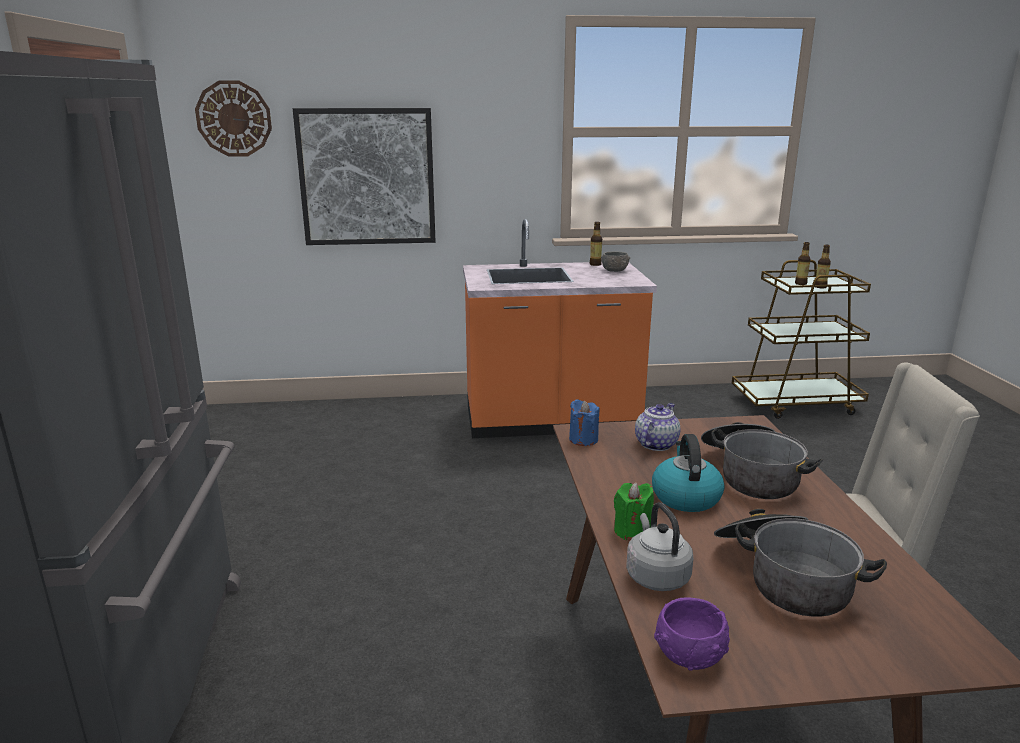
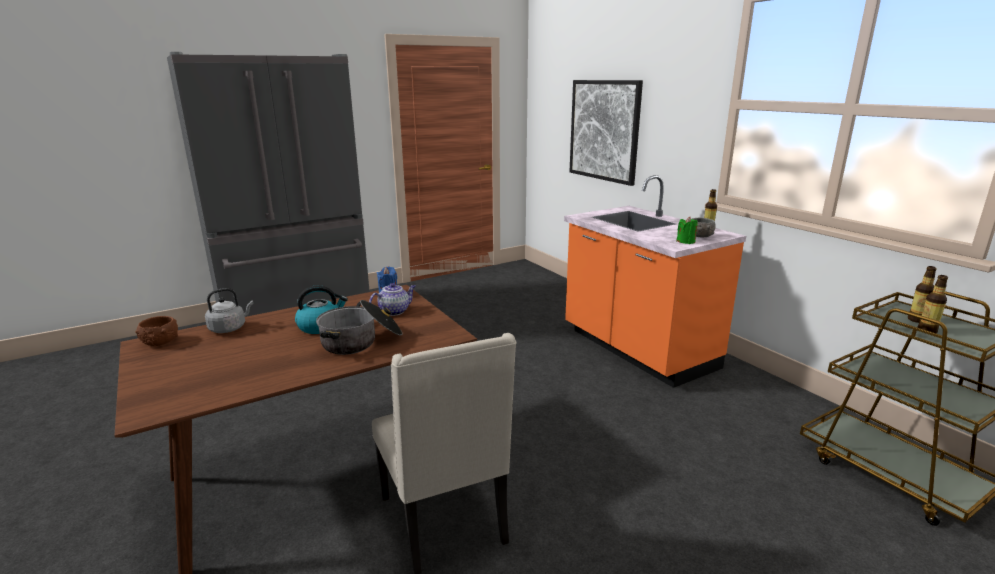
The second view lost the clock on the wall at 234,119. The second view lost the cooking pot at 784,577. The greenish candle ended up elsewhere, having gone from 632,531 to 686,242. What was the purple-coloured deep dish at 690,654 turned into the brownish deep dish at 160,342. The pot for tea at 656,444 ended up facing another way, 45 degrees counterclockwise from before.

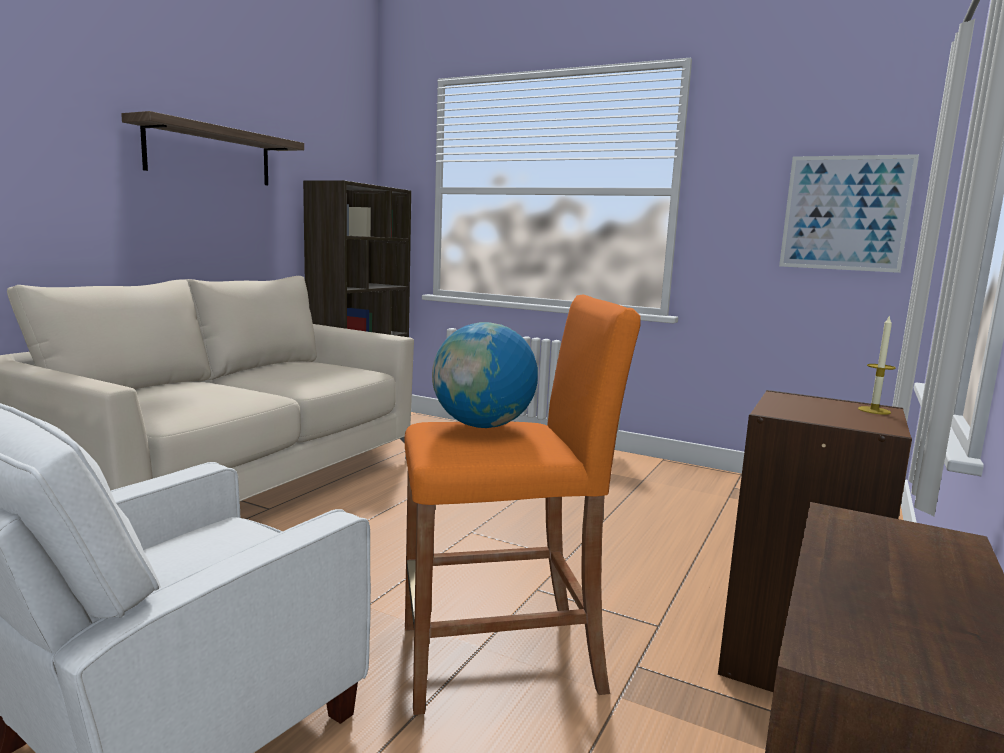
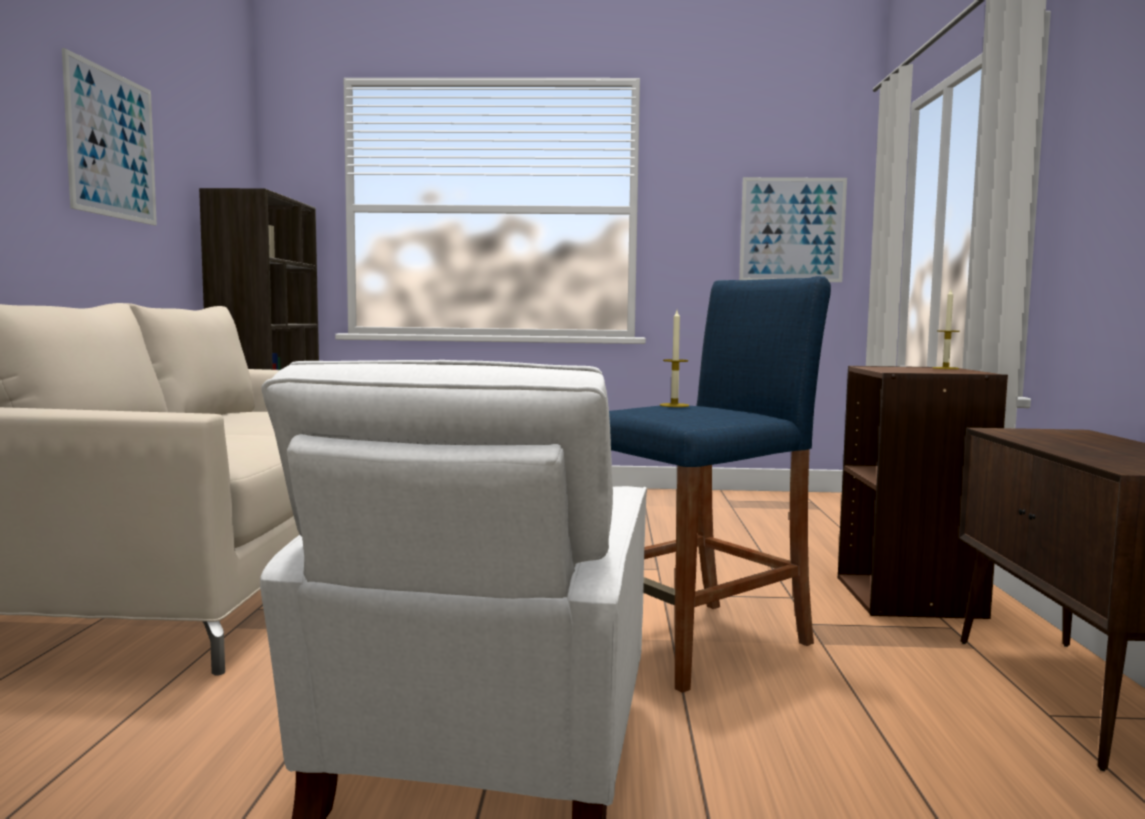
Where the wall shelf hung at 210,154, the picture came to hang at 112,145. Where the world globe stood at 483,426, the candle came to stand at 674,405. What was the orange-coloured stool at 499,659 turned into the blue stool at 699,643.

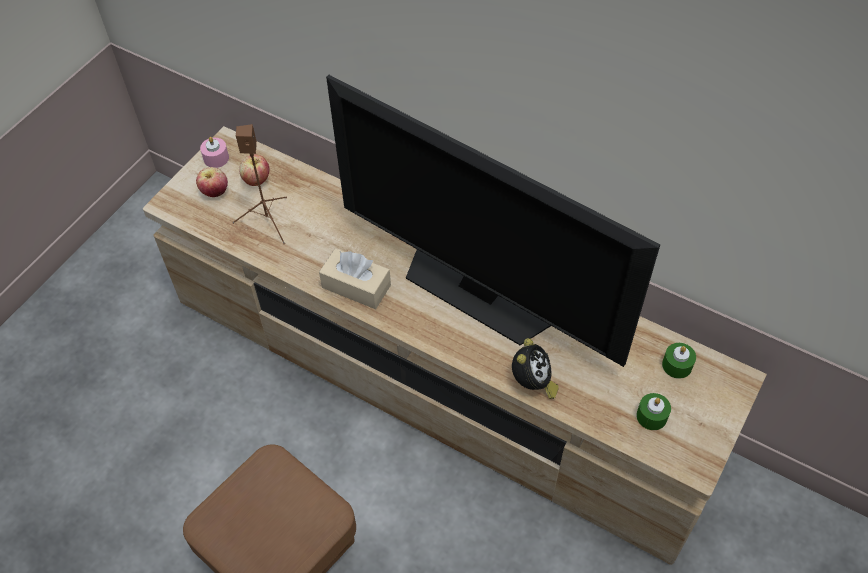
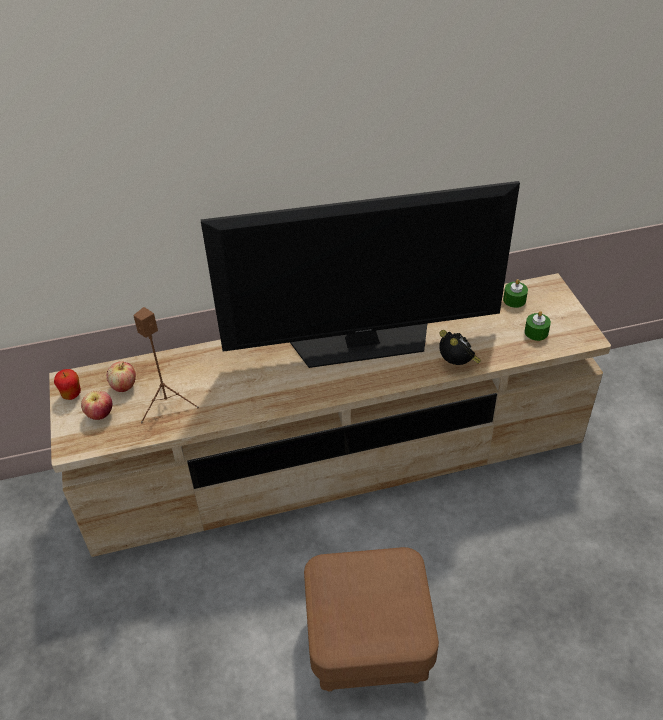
The second view lost the beige-coloured box of tissues at 356,286. Where the pink-coloured candle stood at 216,158, the whole apple came to stand at 71,395.

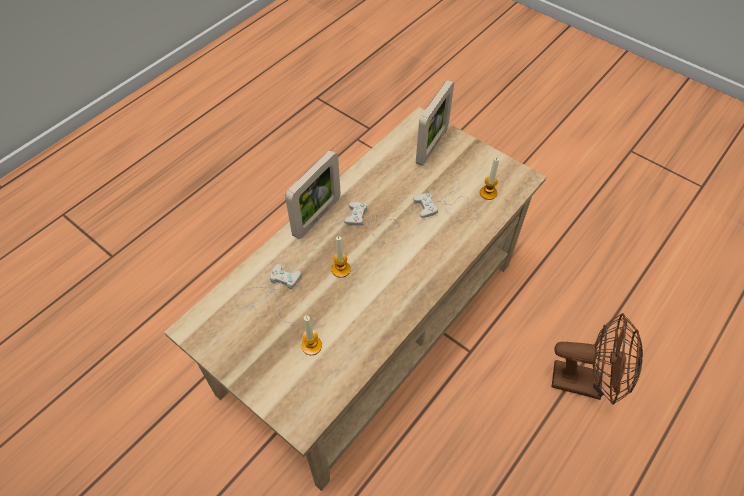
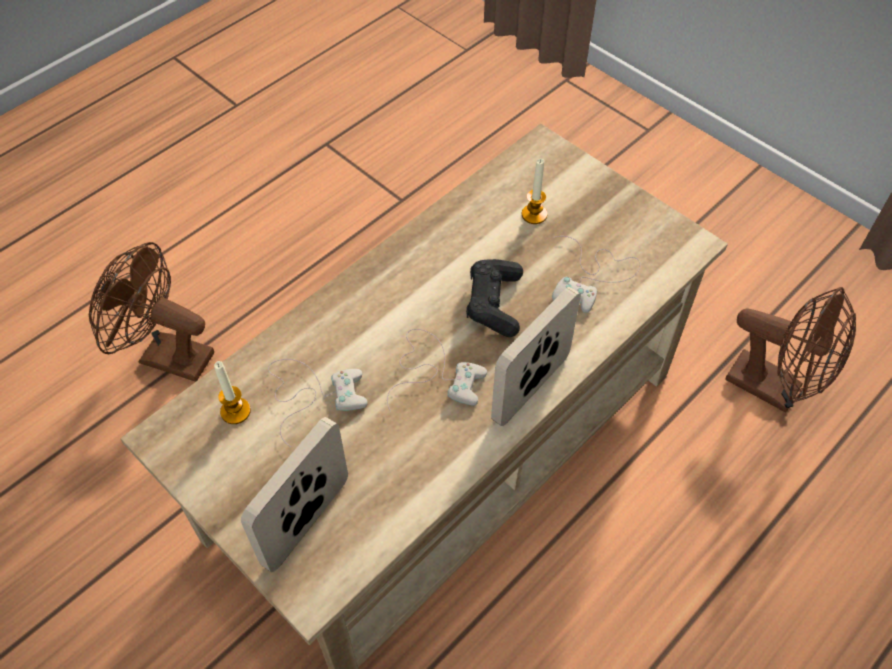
The second view gained the brownish cooling fan at 774,388. Where the candle stood at 341,269, the blackish gamepad came to stand at 494,303.

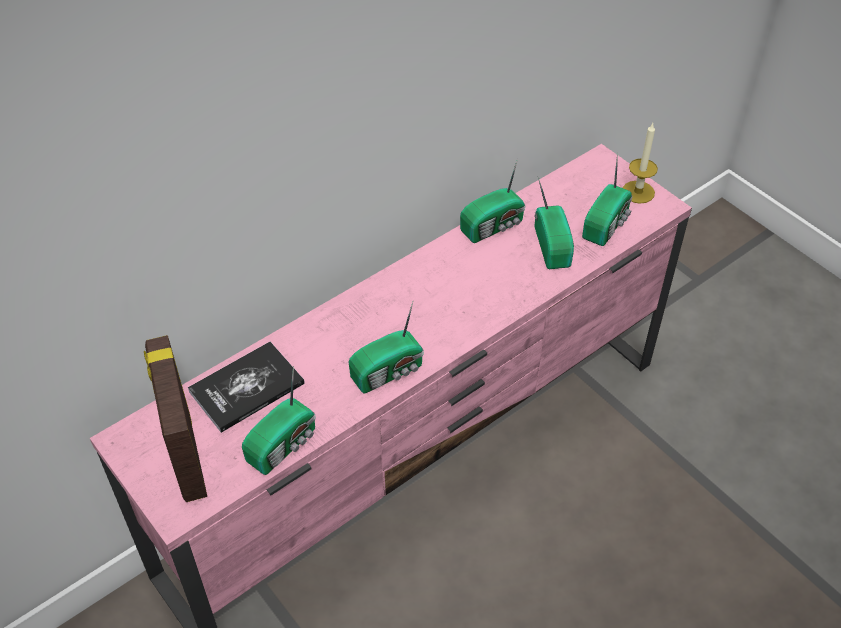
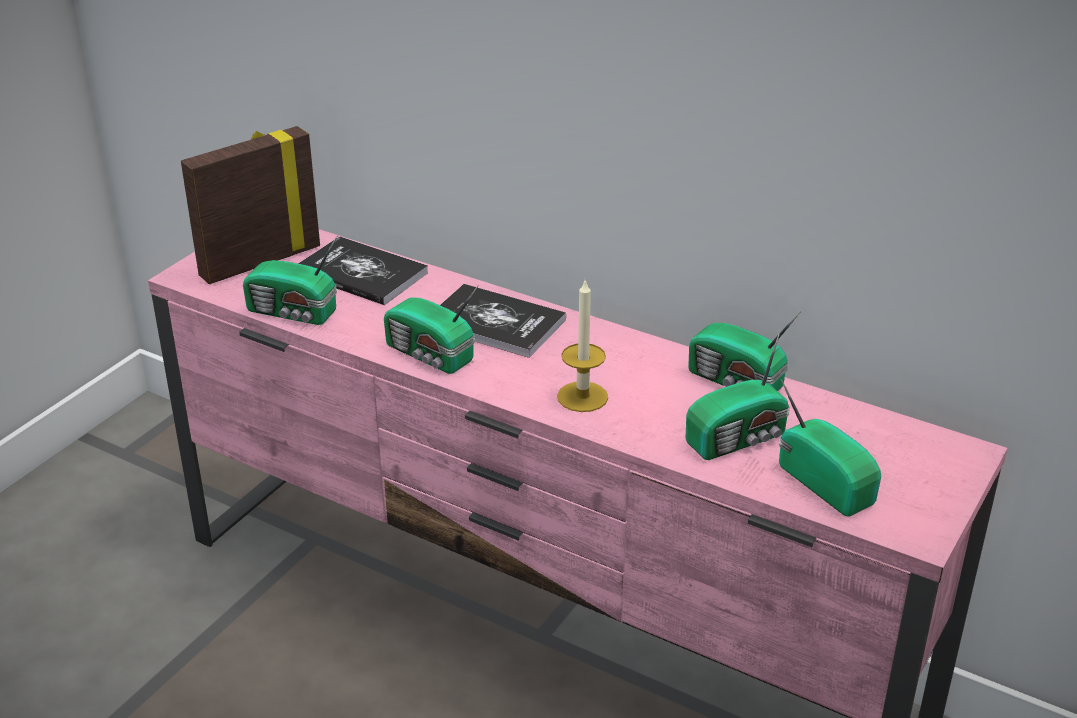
The second view gained the bound book at 495,323. The candle ended up elsewhere, having gone from 638,192 to 582,397. The radio set at 607,224 ended up facing another way, 135 degrees counterclockwise from before.

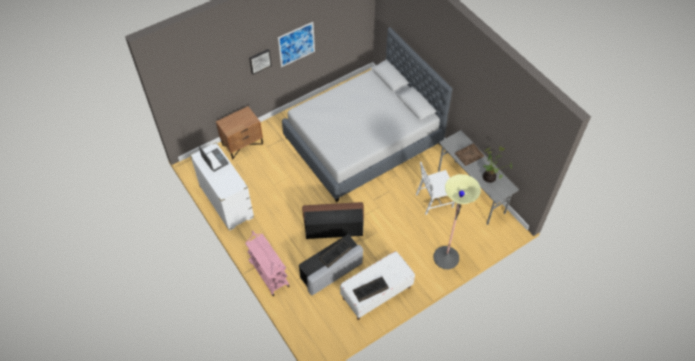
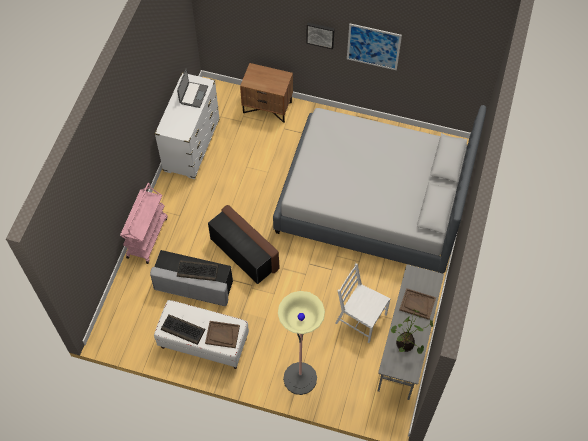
The second view gained the brownish serving tray at 222,335.

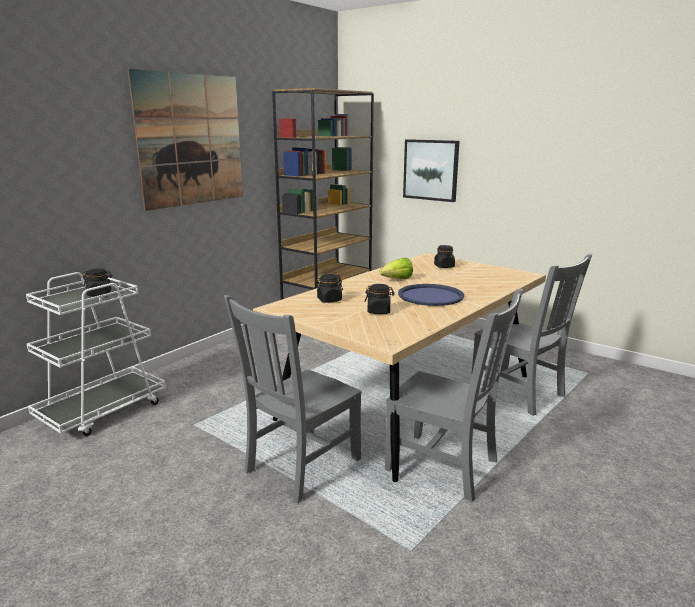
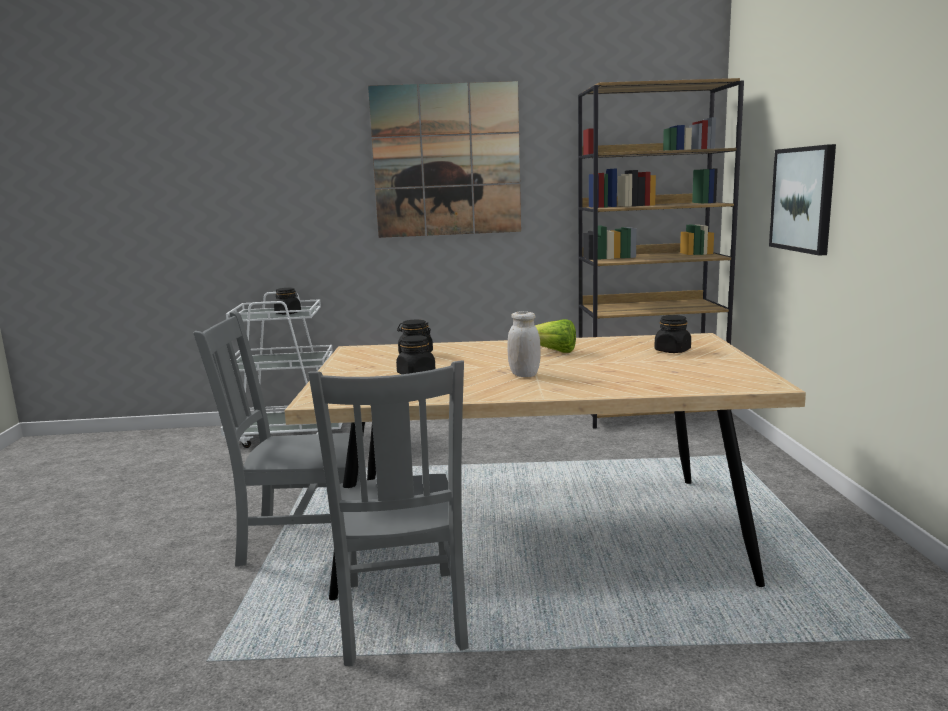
The second view lost the grey chair at 519,394. Where the blue serving tray stood at 430,296, the white-coloured preserve jar came to stand at 524,375.

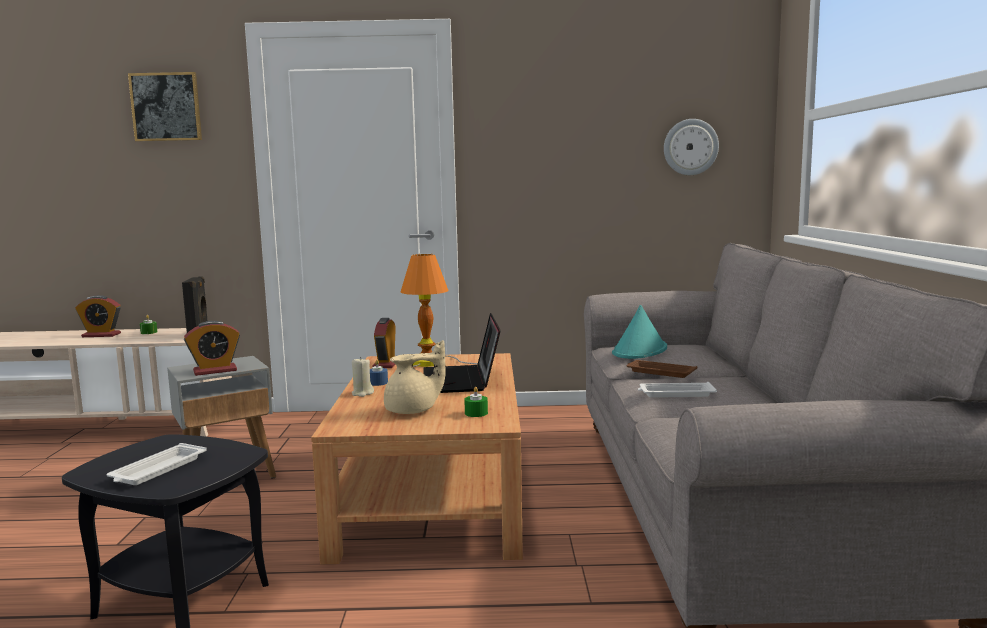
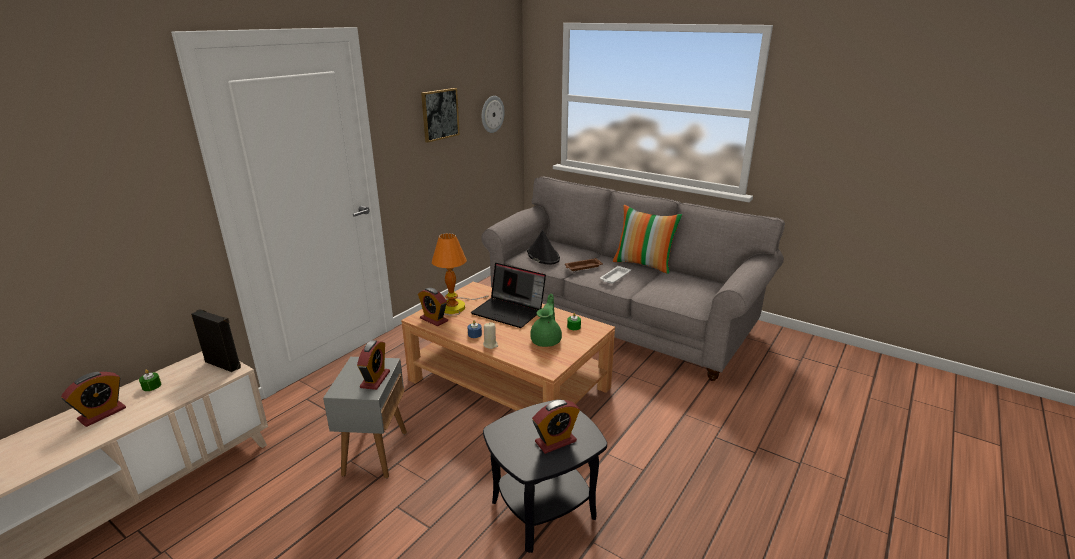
The second view gained the throw pillow at 644,264. The picture ended up elsewhere, having gone from 166,107 to 440,114. Where the white-coloured serving tray stood at 157,470, the bedside clock came to stand at 555,441. What was the beige-coloured pot for tea at 413,411 turned into the greenish pot for tea at 546,340. What was the turquoise wearable hat at 640,351 turned into the blackish wearable hat at 543,256.

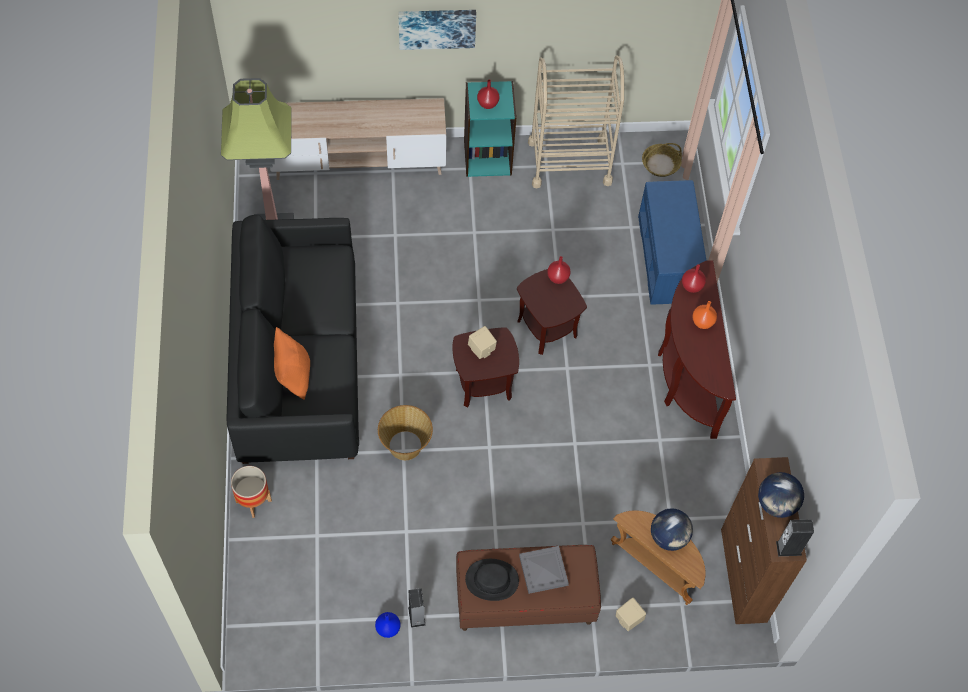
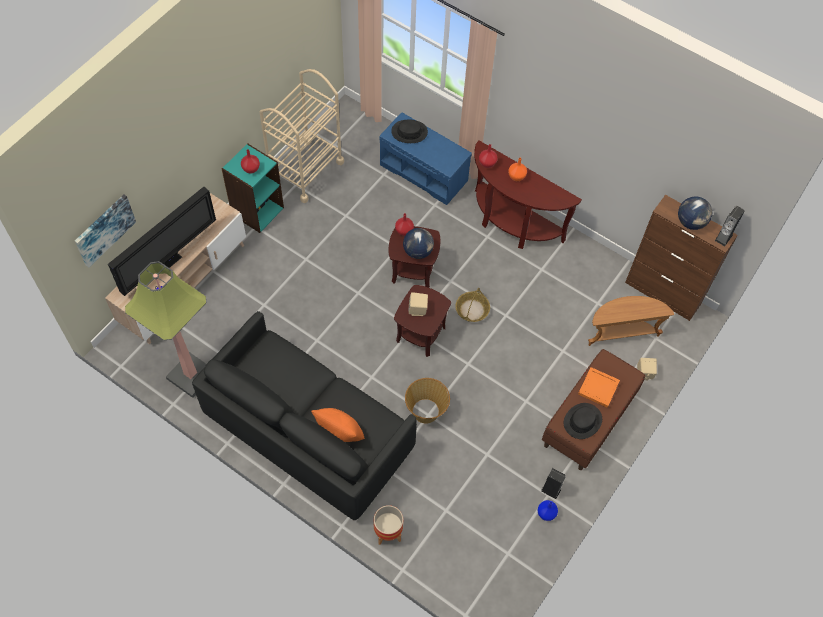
The second view gained the TV at 171,261. The second view gained the blackish wearable hat at 409,132. The picture ended up elsewhere, having gone from 437,27 to 104,229. The household basket ended up elsewhere, having gone from 660,164 to 472,309. The world globe ended up elsewhere, having gone from 669,537 to 418,251. What was the grey serving tray at 542,570 turned into the orange-coloured serving tray at 597,388.

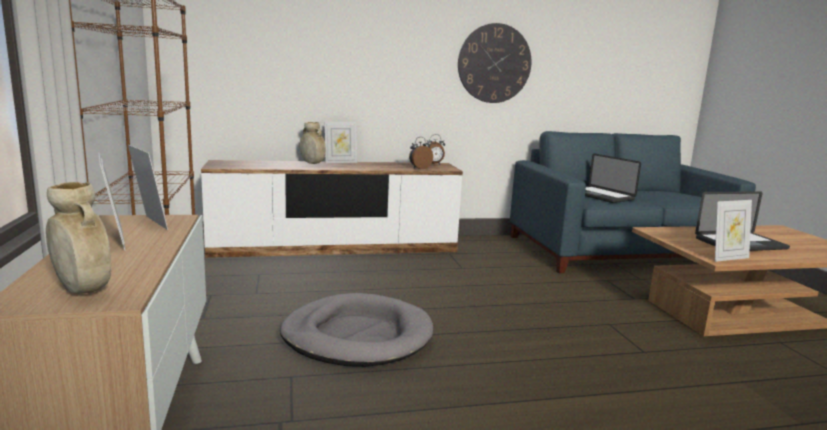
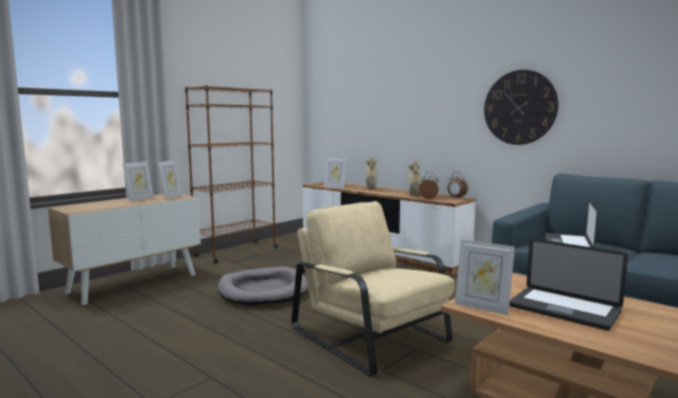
The second view gained the beige-coloured lounge chair at 372,335. The beige-coloured decorative vase ended up elsewhere, having gone from 84,290 to 413,195. The picture frame ended up elsewhere, having gone from 340,162 to 335,187.

